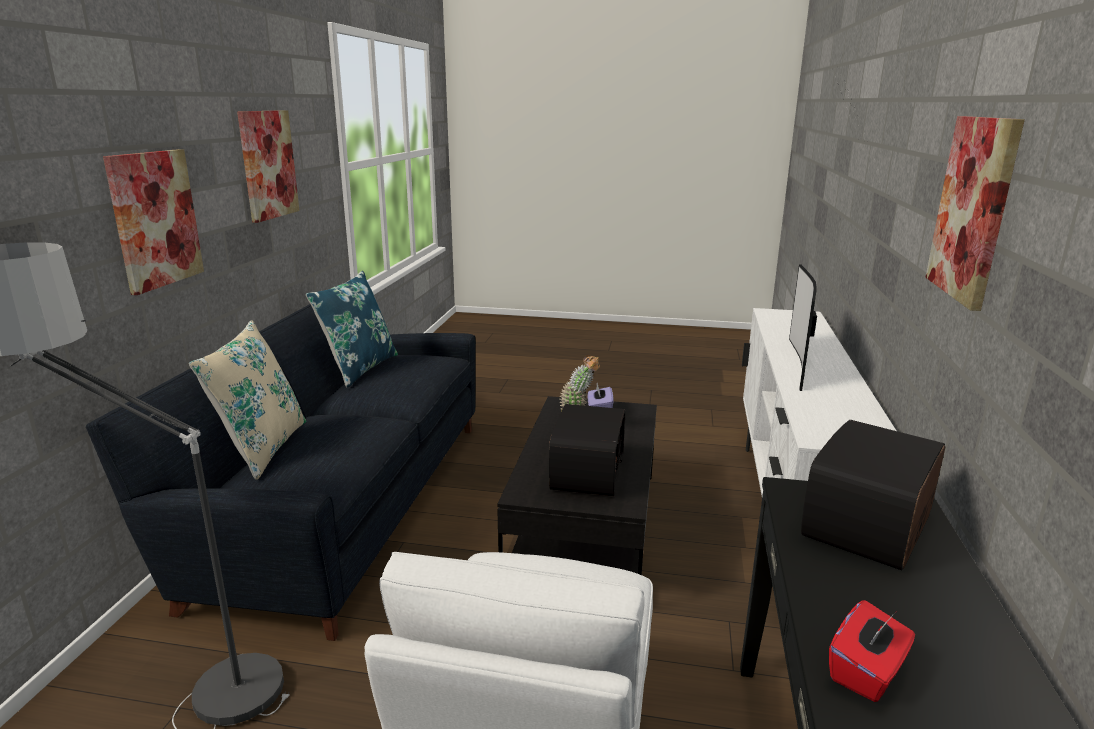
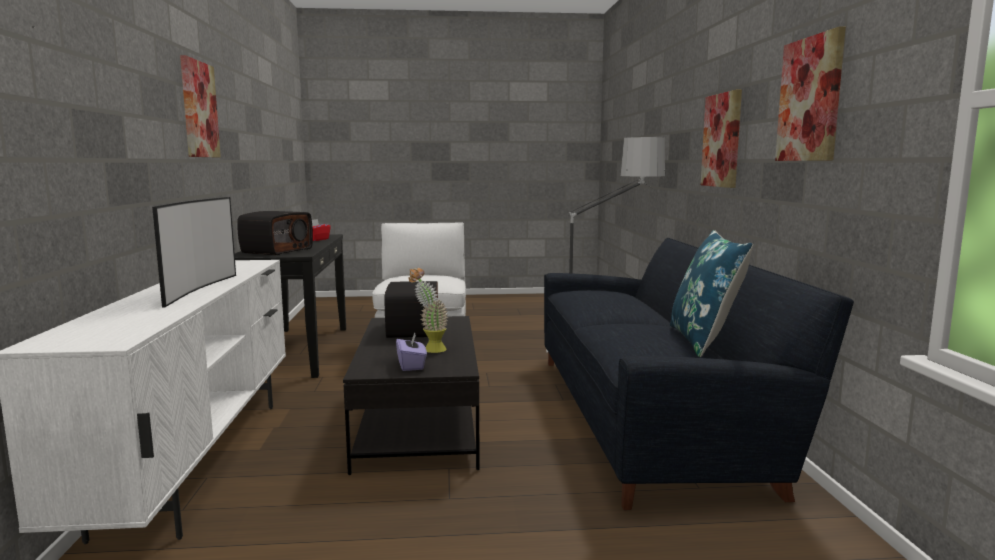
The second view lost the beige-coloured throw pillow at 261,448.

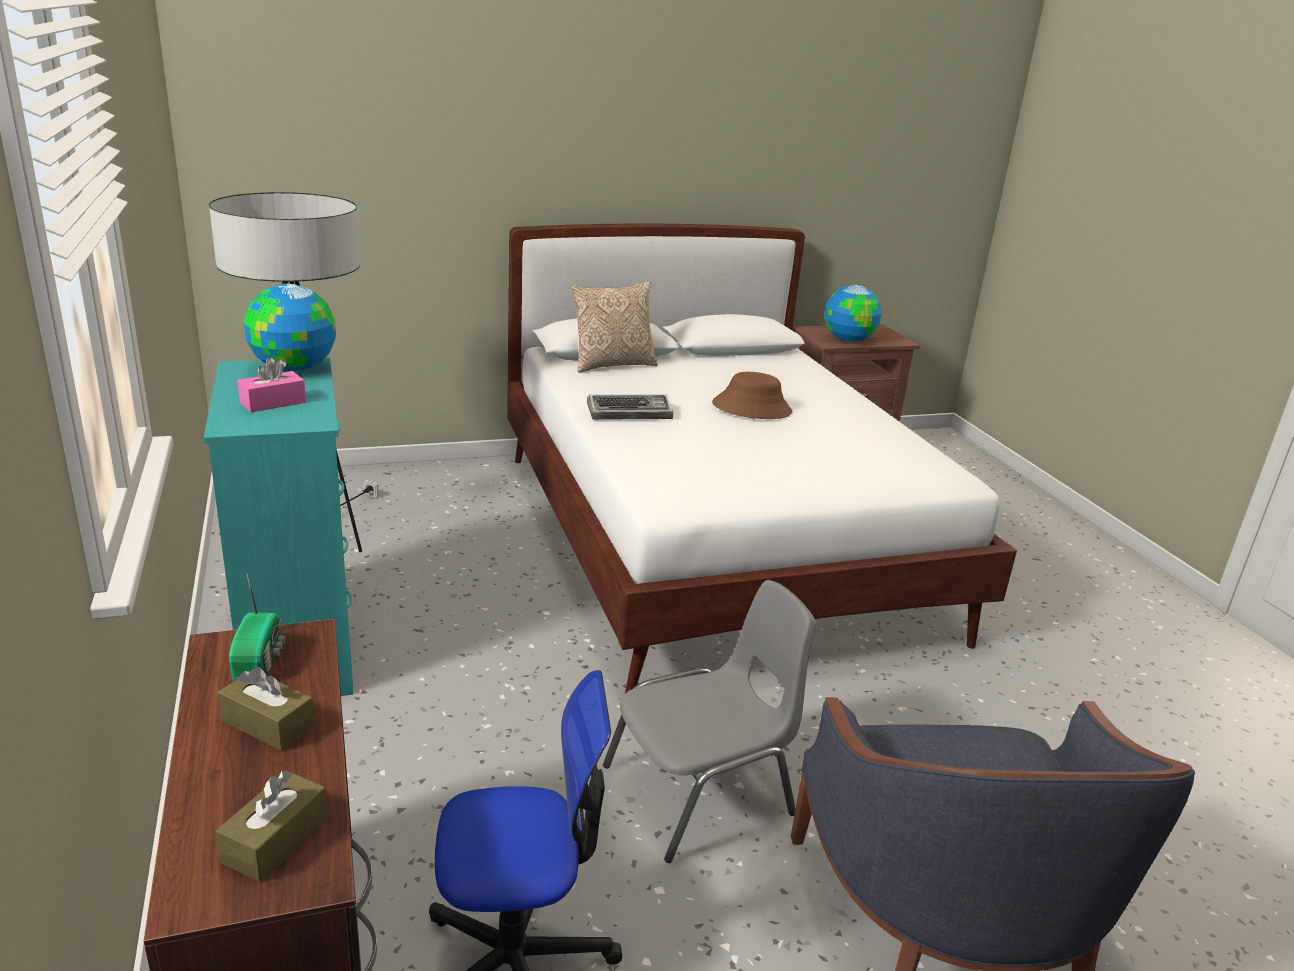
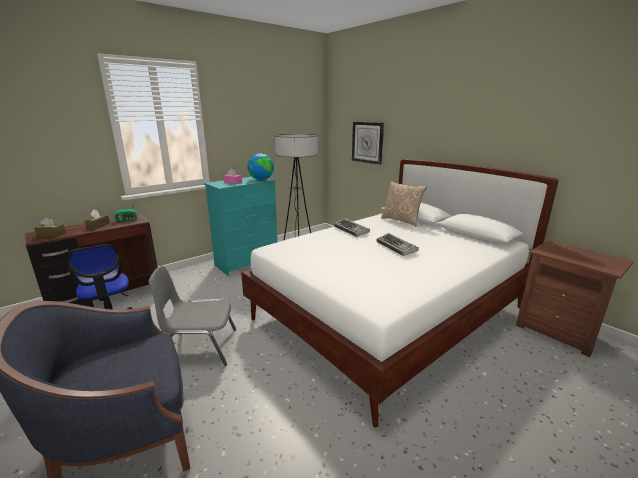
The second view lost the world globe at 847,340. The second view gained the clock on the wall at 367,142. Where the brownish wearable hat stood at 751,408, the computer keyboard came to stand at 397,247. The grey chair at 701,791 ended up facing another way, 135 degrees clockwise from before.

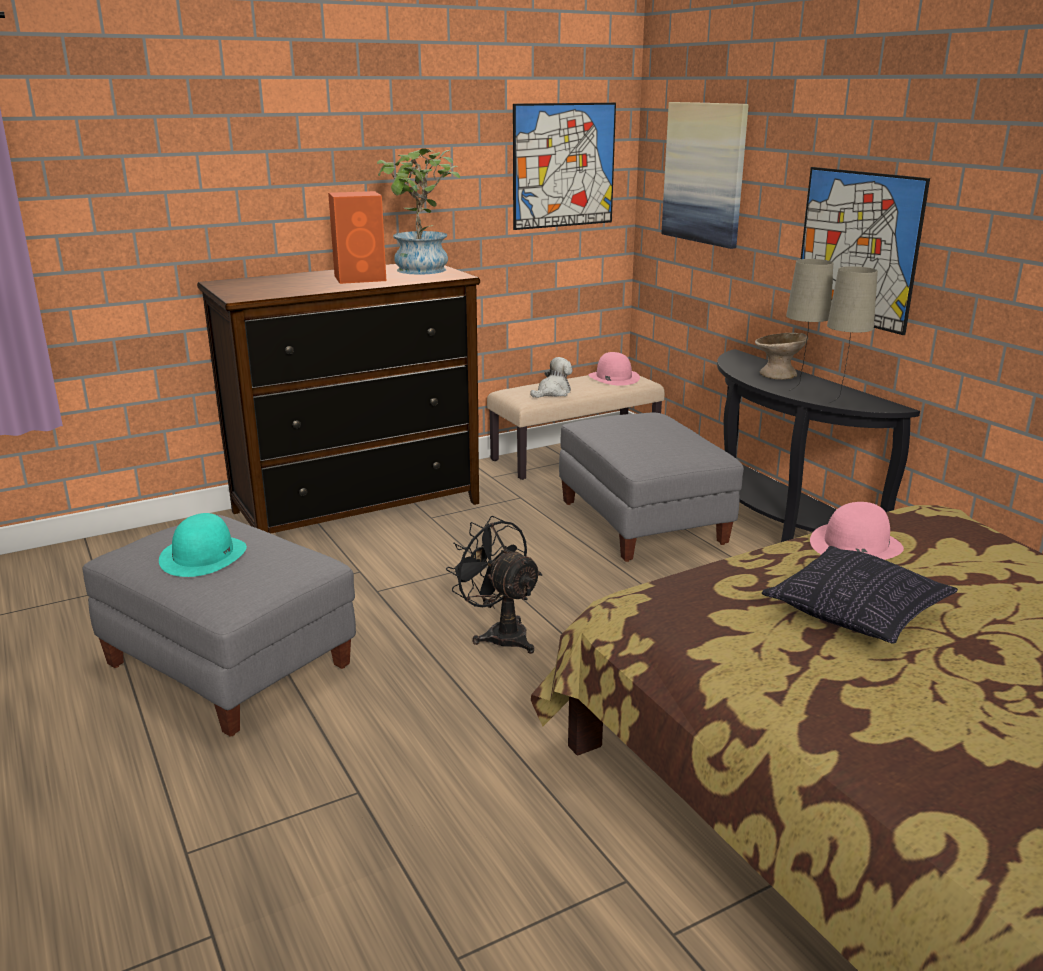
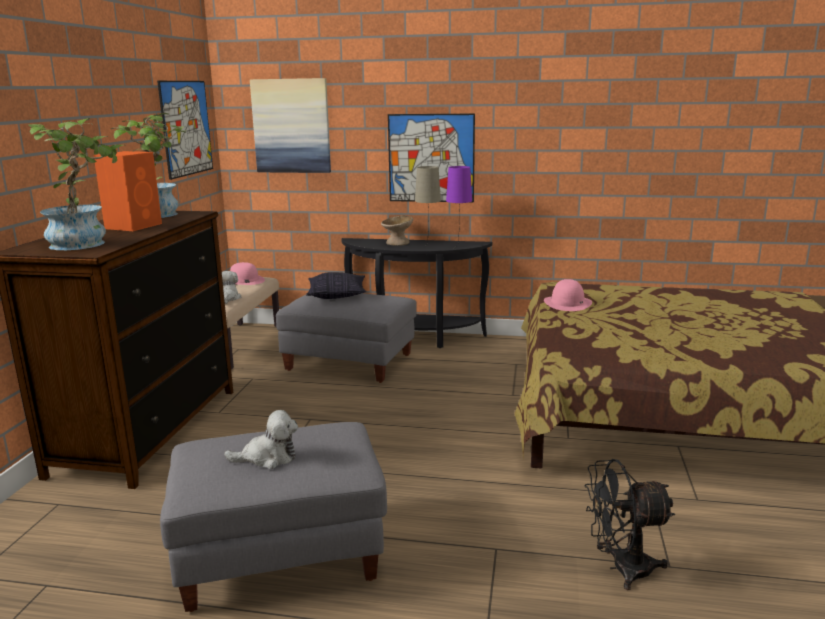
The second view gained the houseplant at 86,243. The blackish cooling fan ended up elsewhere, having gone from 500,634 to 621,568. The throw pillow ended up elsewhere, having gone from 855,614 to 337,295. Where the turquoise wearable hat stood at 203,555, the plush toy came to stand at 268,457. What was the beige-coloured tabletop lamp at 840,404 turned into the purple-coloured tabletop lamp at 458,247.

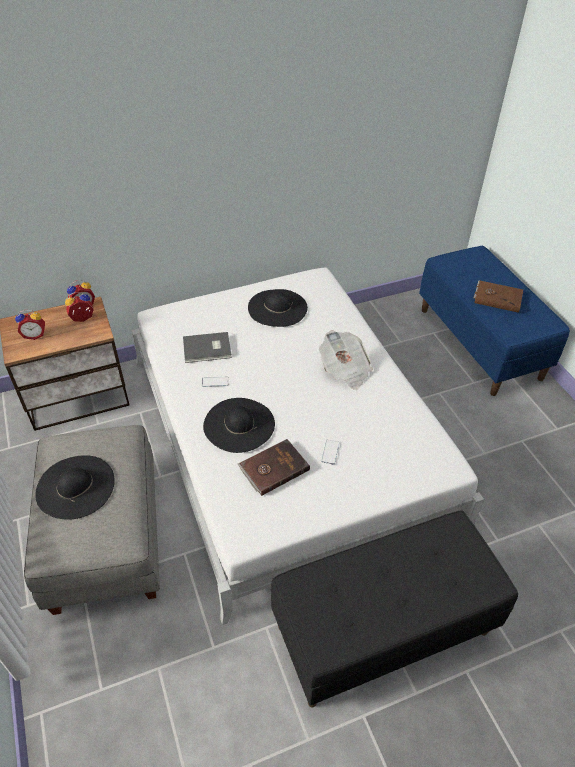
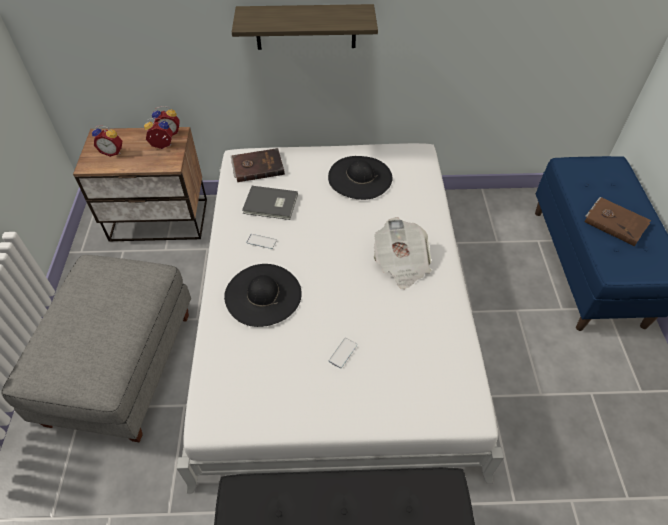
The second view lost the blackish wearable hat at 75,486. The second view gained the wall shelf at 305,27. The brownish bound book ended up elsewhere, having gone from 273,468 to 257,166.

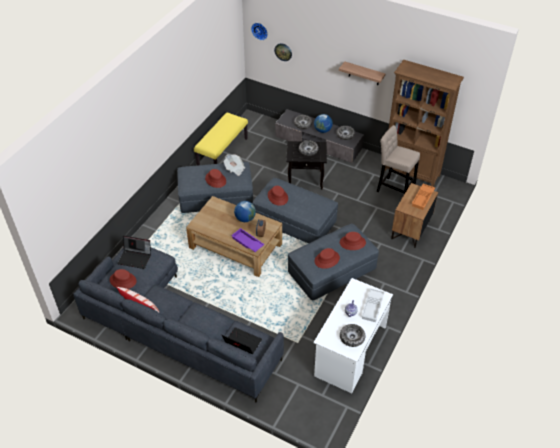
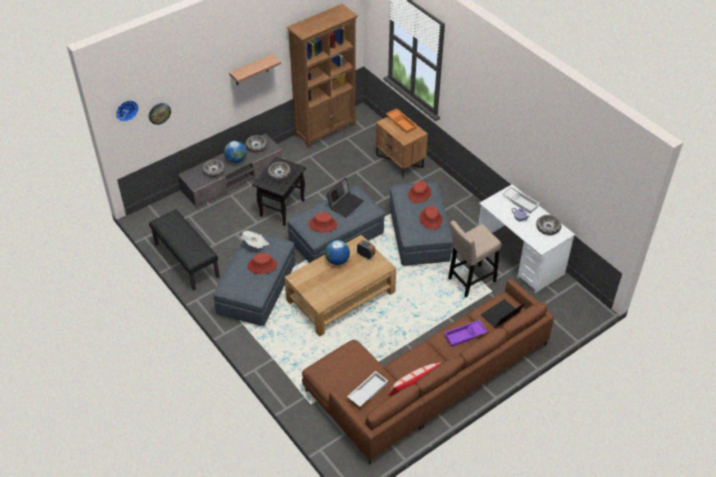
The laptop ended up elsewhere, having gone from 135,258 to 345,204. The purple-coloured serving tray ended up elsewhere, having gone from 247,242 to 465,336. The beige-coloured stool ended up elsewhere, having gone from 393,189 to 469,281. Where the reddish wearable hat stood at 123,280, the white-coloured serving tray came to stand at 367,391. What was the grey sofa at 175,327 turned into the brownish sofa at 425,382. What was the yellow-coloured indoor bench at 222,152 turned into the blackish indoor bench at 186,260.

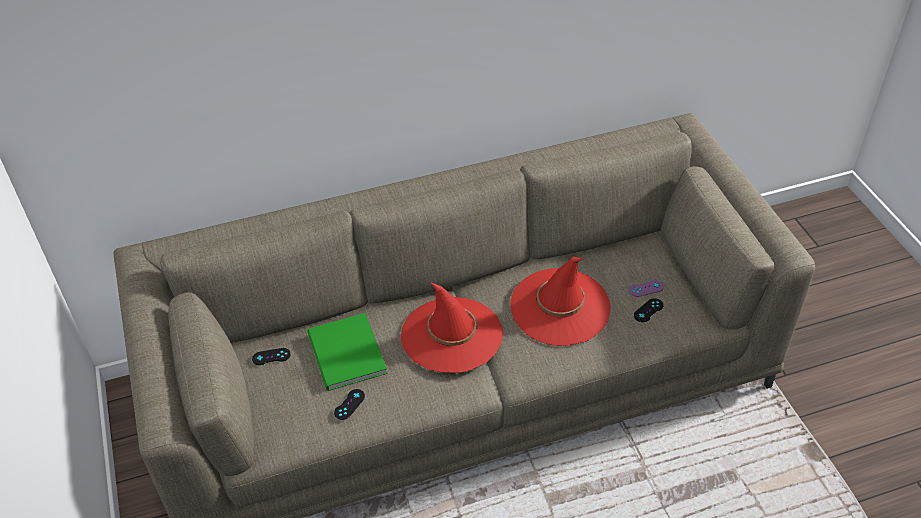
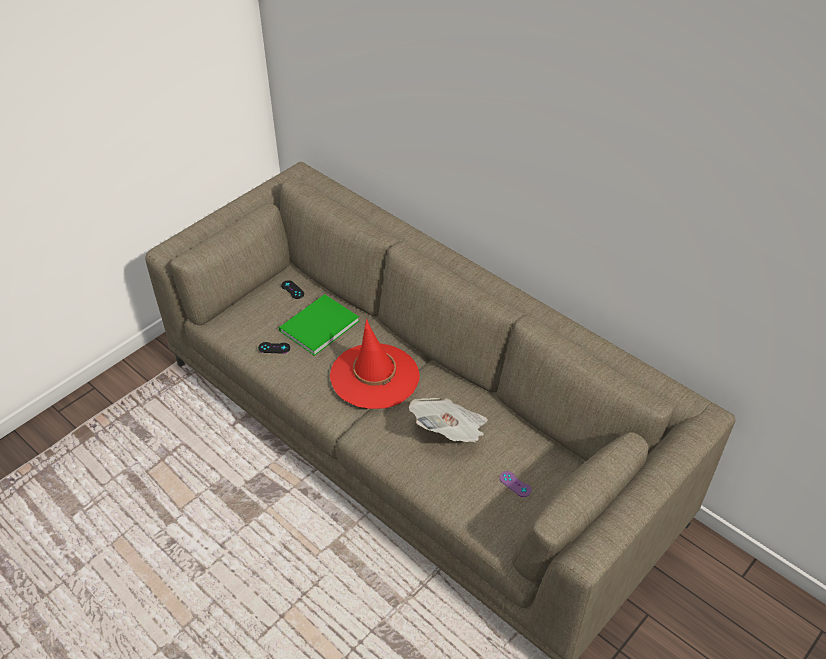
The second view lost the blackish gamepad at 648,310. Where the reddish wearable hat stood at 560,307, the daily paper came to stand at 450,432.

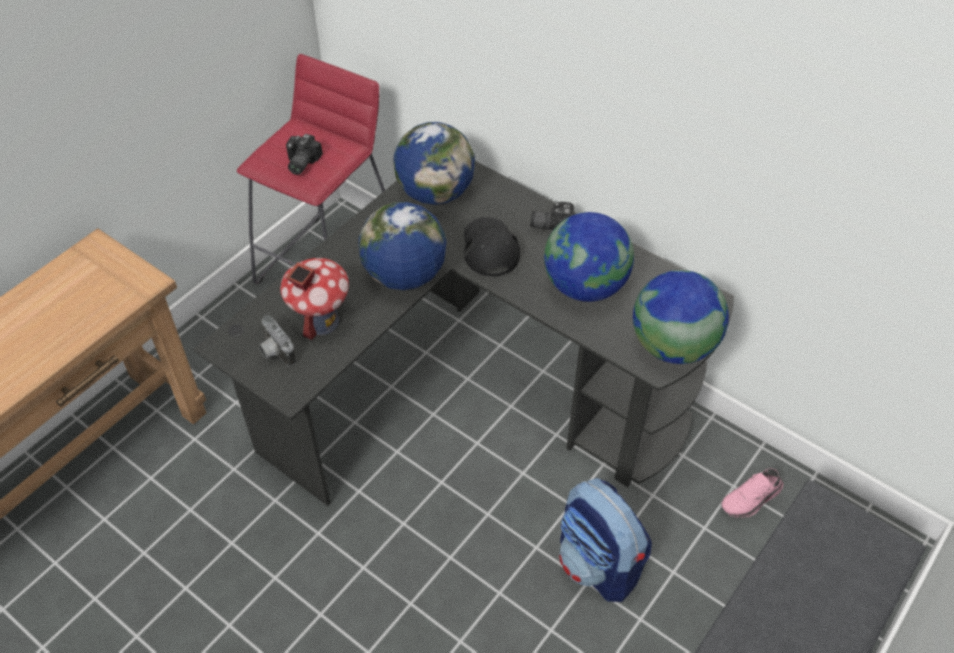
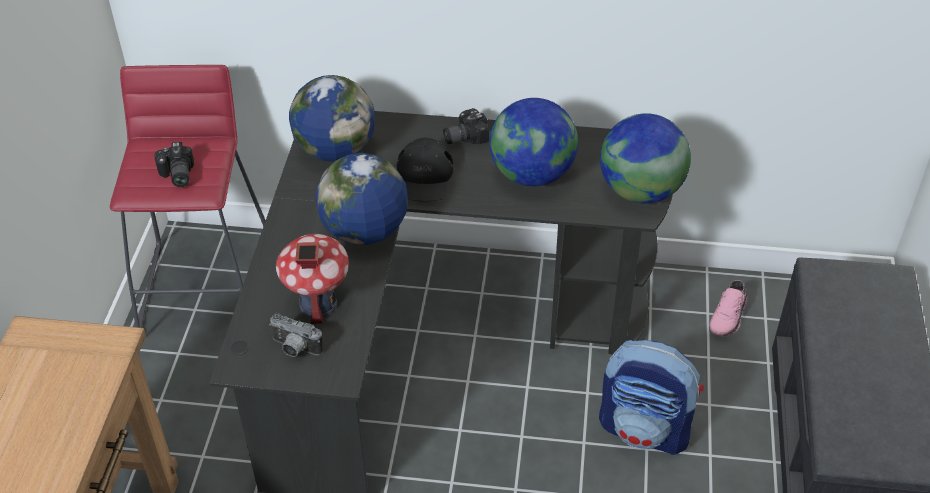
The blackish peaked cap at 490,248 ended up facing another way, 135 degrees counterclockwise from before.

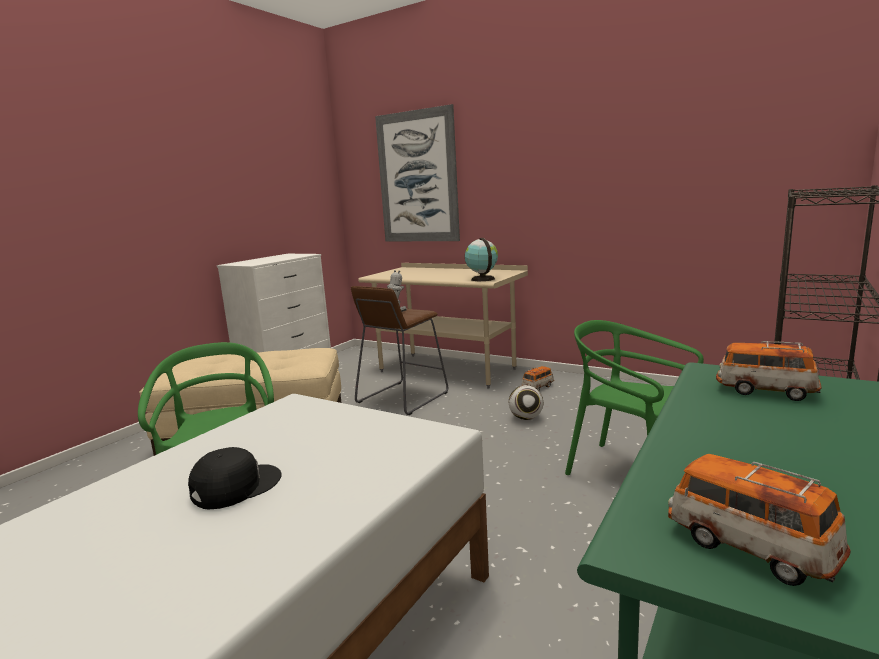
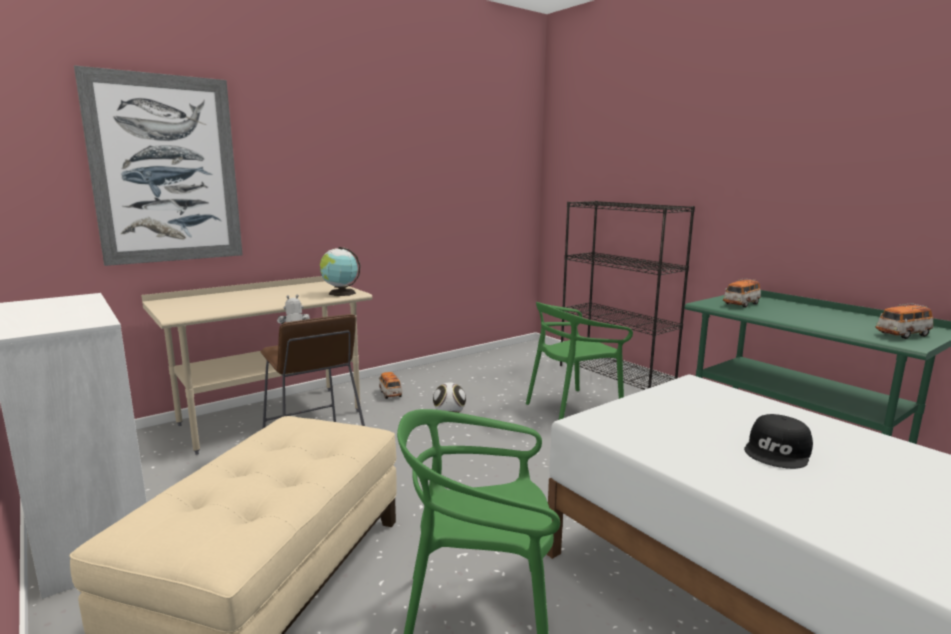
The blackish peaked cap at 235,486 ended up facing another way, 120 degrees counterclockwise from before.

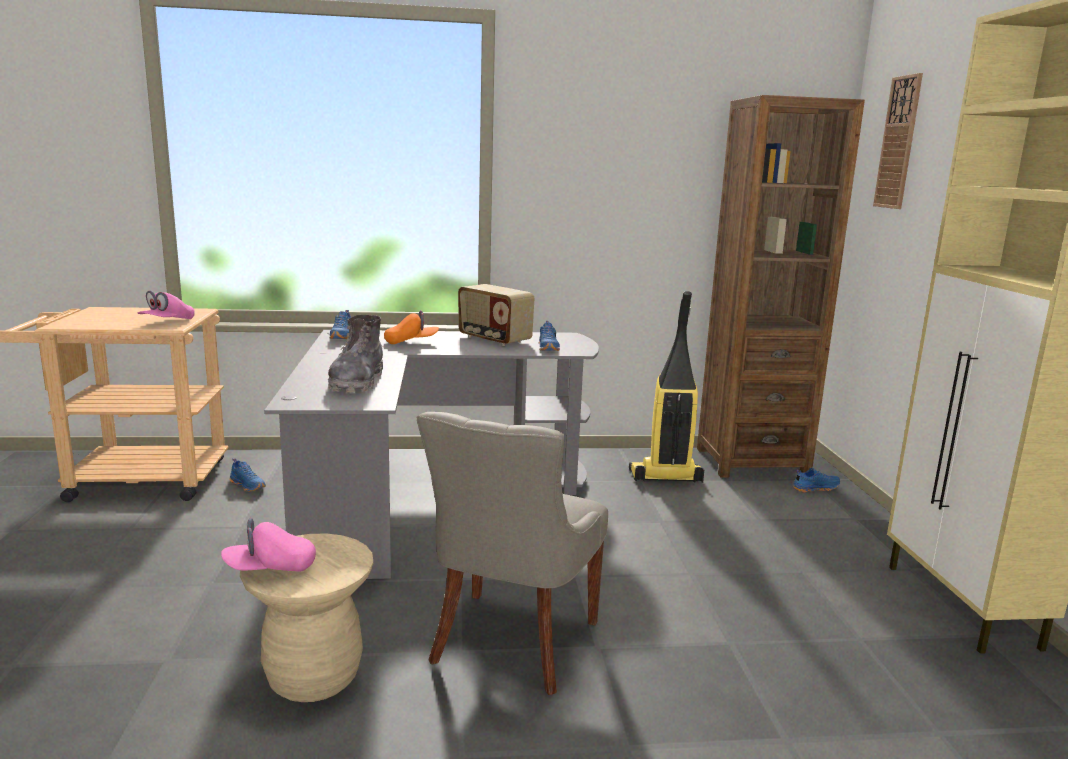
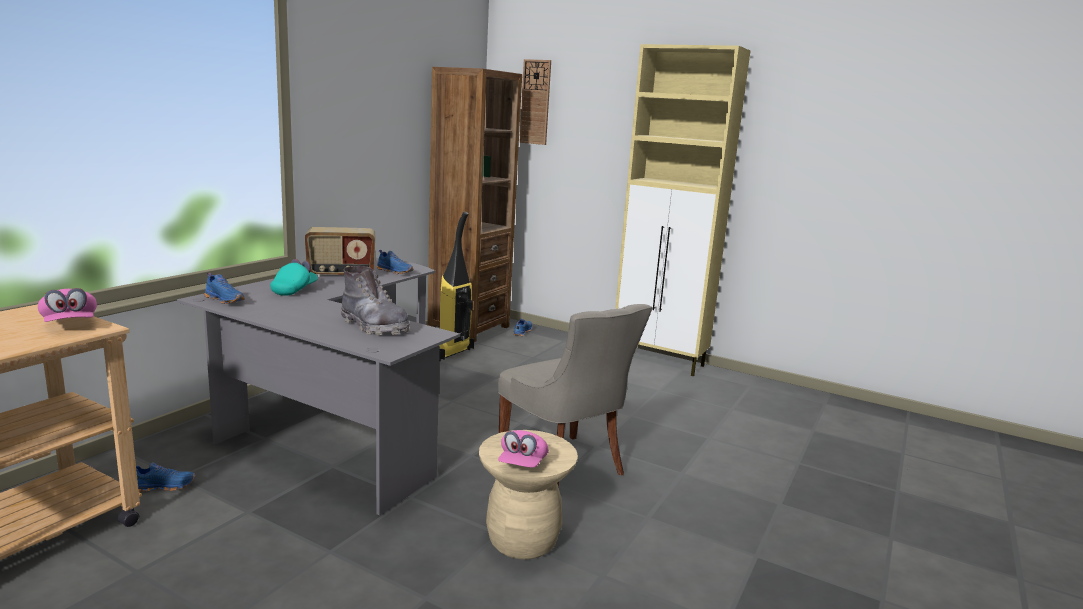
What was the orange-coloured peaked cap at 411,342 turned into the turquoise peaked cap at 294,290.

